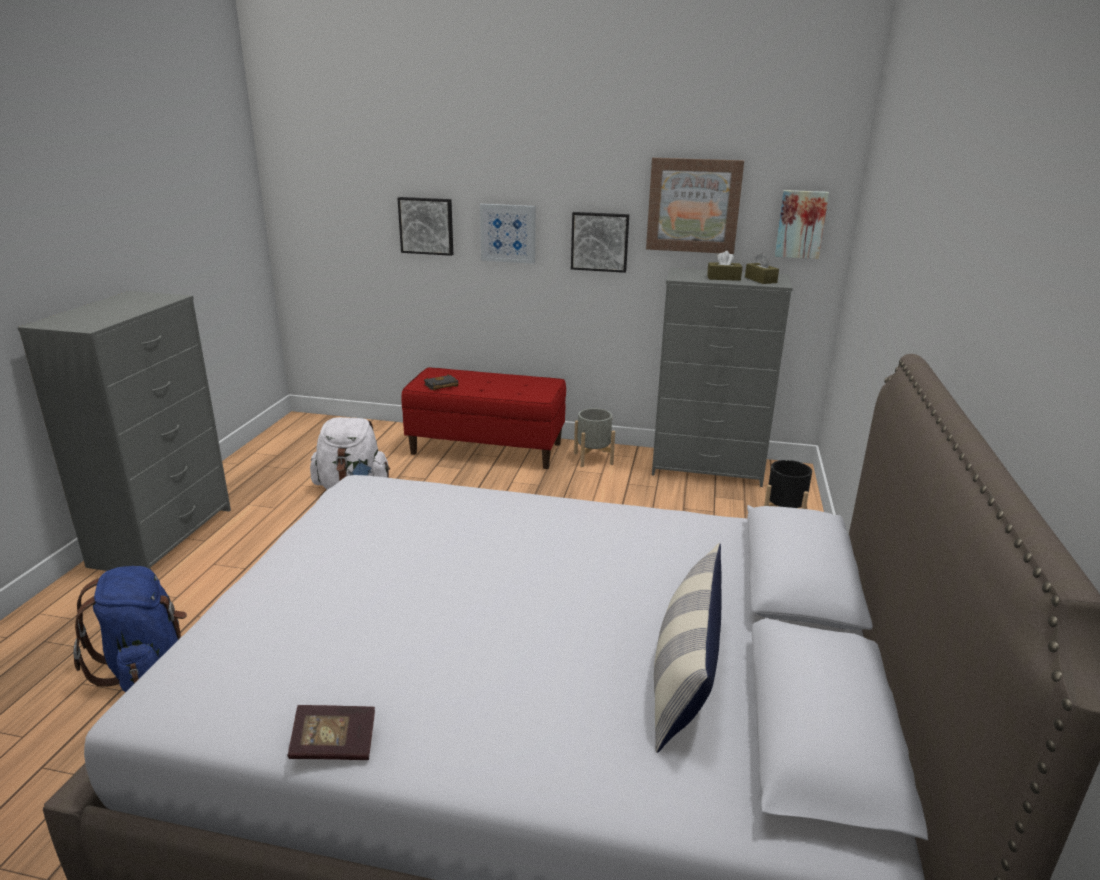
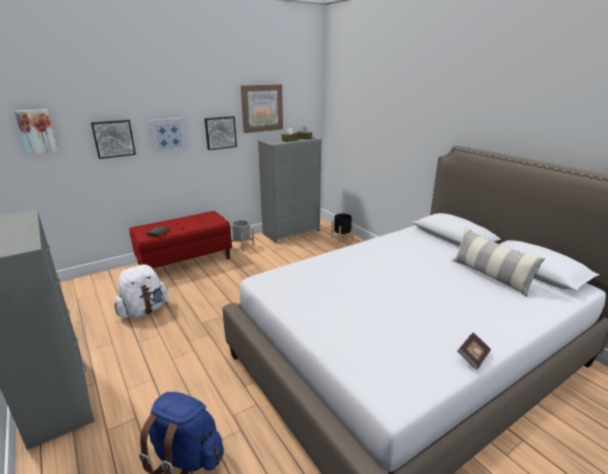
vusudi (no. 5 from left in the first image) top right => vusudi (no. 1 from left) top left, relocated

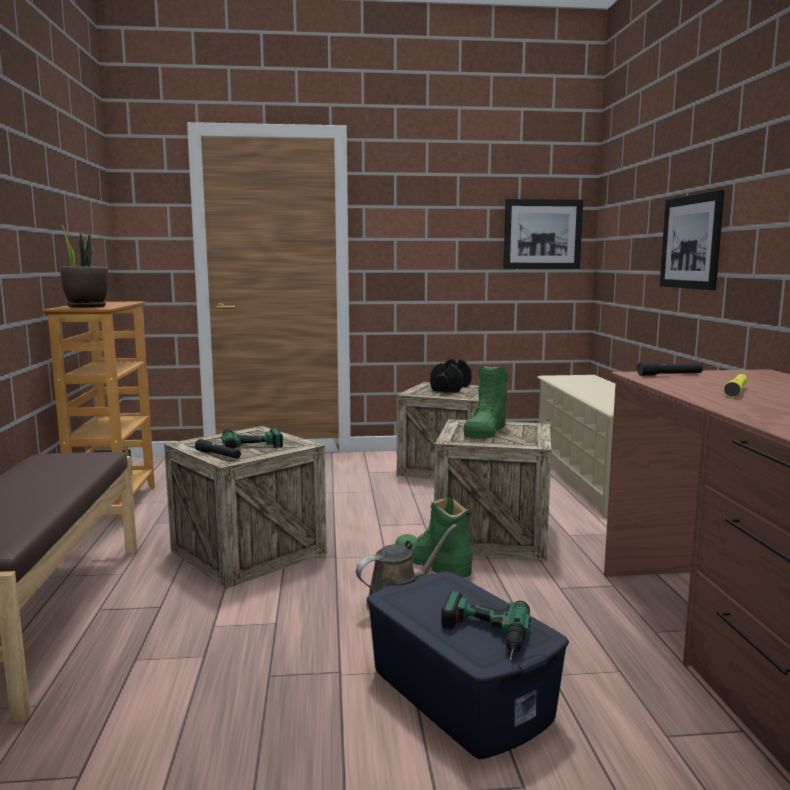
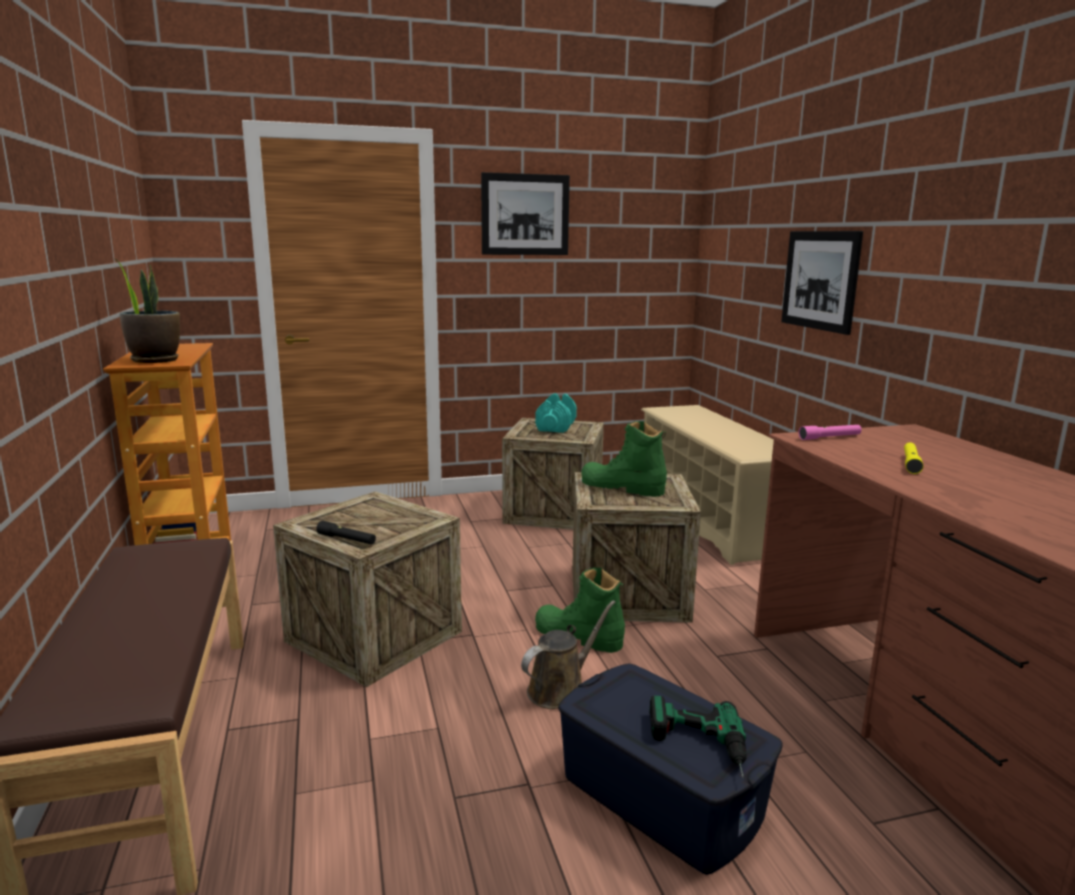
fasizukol (no. 1 from left) middle left => nothing
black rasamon centre => turquoise rasamon centre
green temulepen (no. 2 from left) centre, 105 degrees clockwise
vusudi (no. 1 from left) top right => vusudi (no. 1 from left) top centre, relocated
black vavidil (no. 2 from left) middle right => pink vavidil middle right

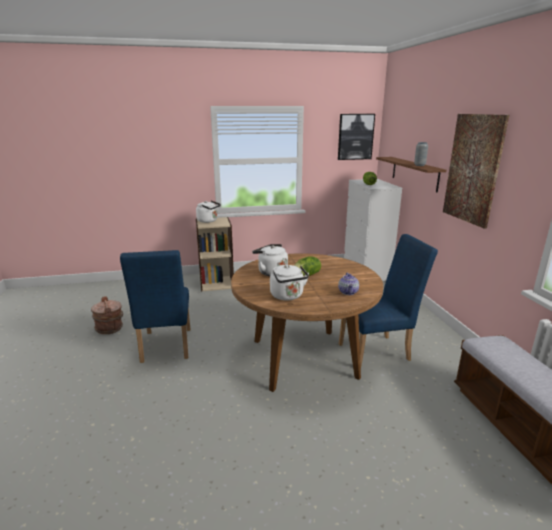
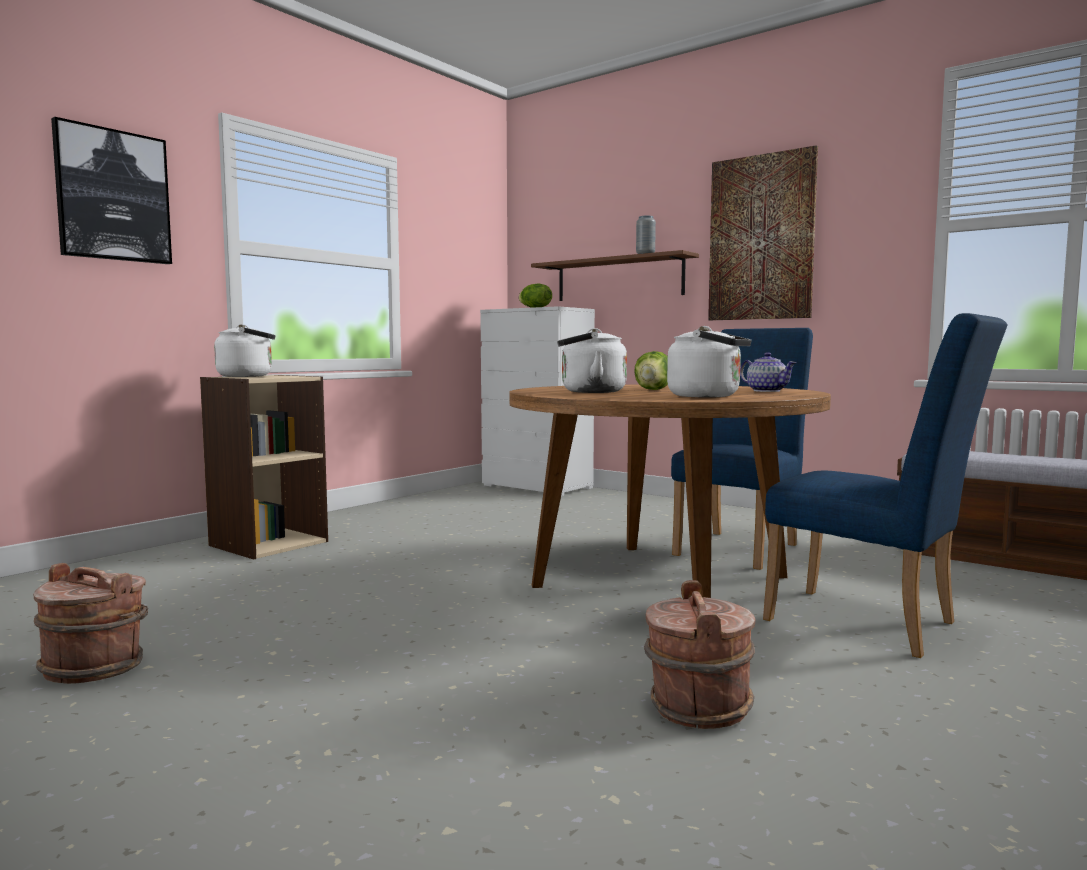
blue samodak (no. 1 from left in the first image) middle left => blue samodak (no. 2 from left) middle right, relocated
vusudi (no. 1 from left) top centre => vusudi (no. 1 from left) top left, relocated
nothing => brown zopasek (no. 2 from left) bottom centre

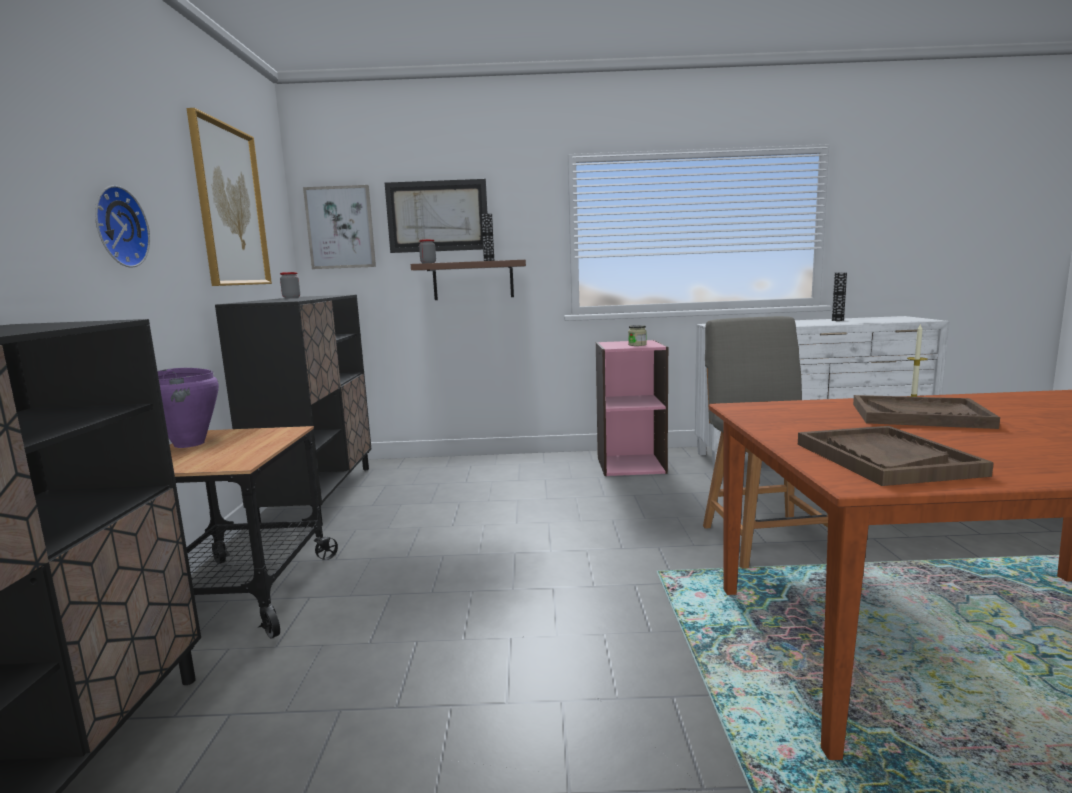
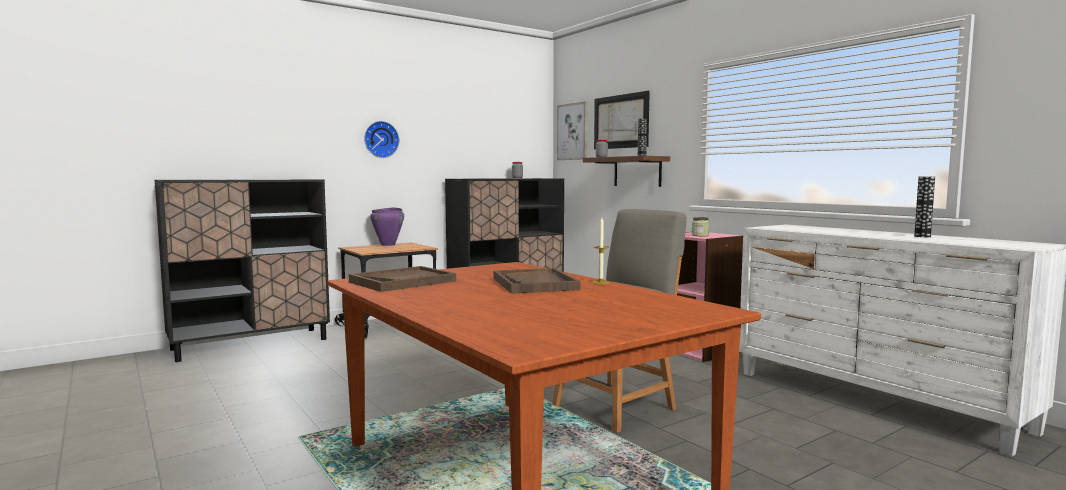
vusudi (no. 1 from left) top left => nothing

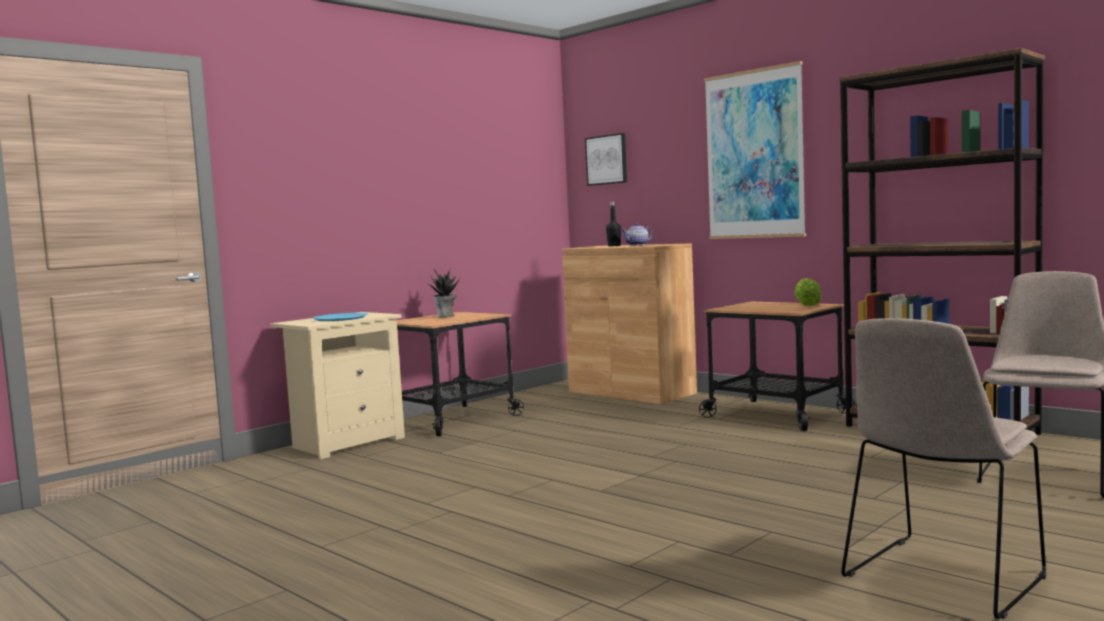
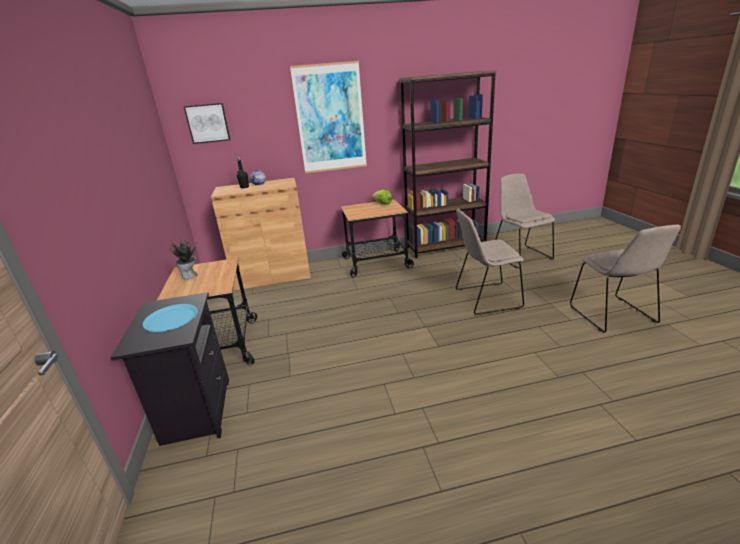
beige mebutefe middle left => black mebutefe bottom left
nothing => beige samodak (no. 1 from left) centre

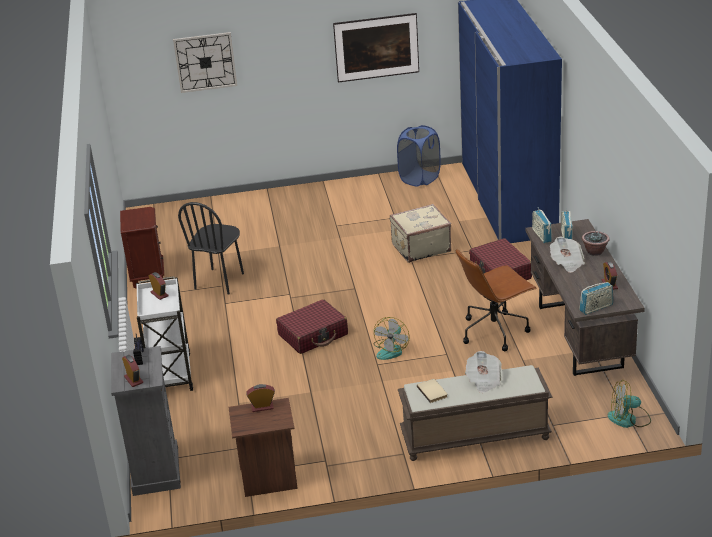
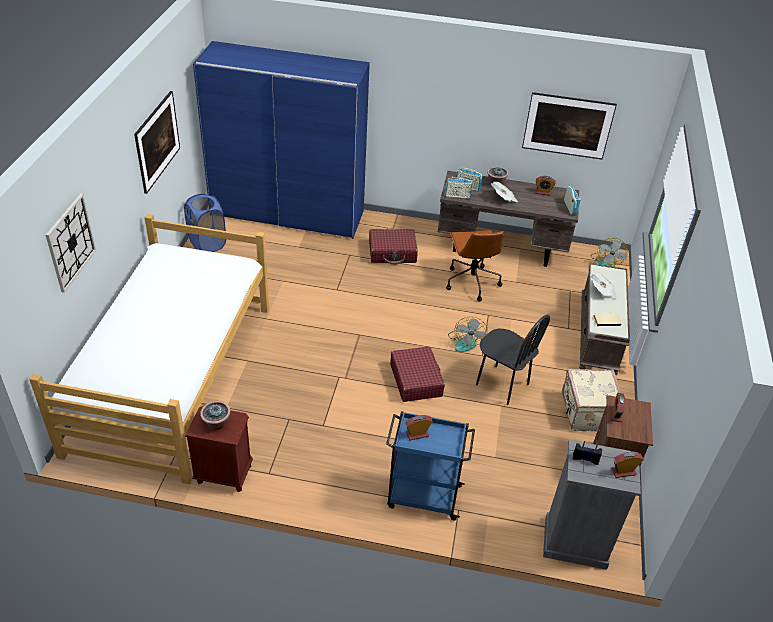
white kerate middle left => blue kerate bottom centre
black samodak middle left => black samodak centre, relocated
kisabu (no. 1 from left) centre, 60 degrees clockwise
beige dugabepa centre => beige dugabepa middle right, relocated
nothing => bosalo middle left
nothing => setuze (no. 1 from left) bottom left
nothing => vusudi (no. 2 from left) top right

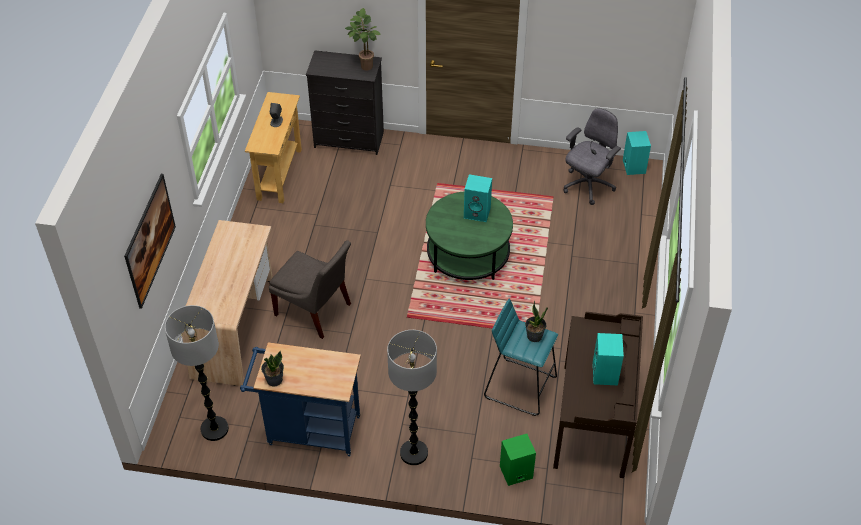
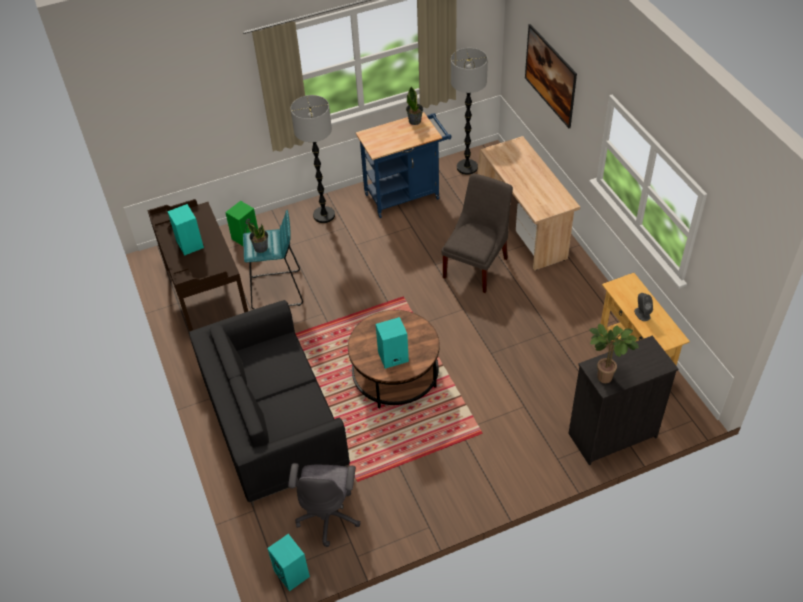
grey samodak centre, 120 degrees clockwise
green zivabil centre => brown zivabil centre
nothing => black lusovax bottom centre

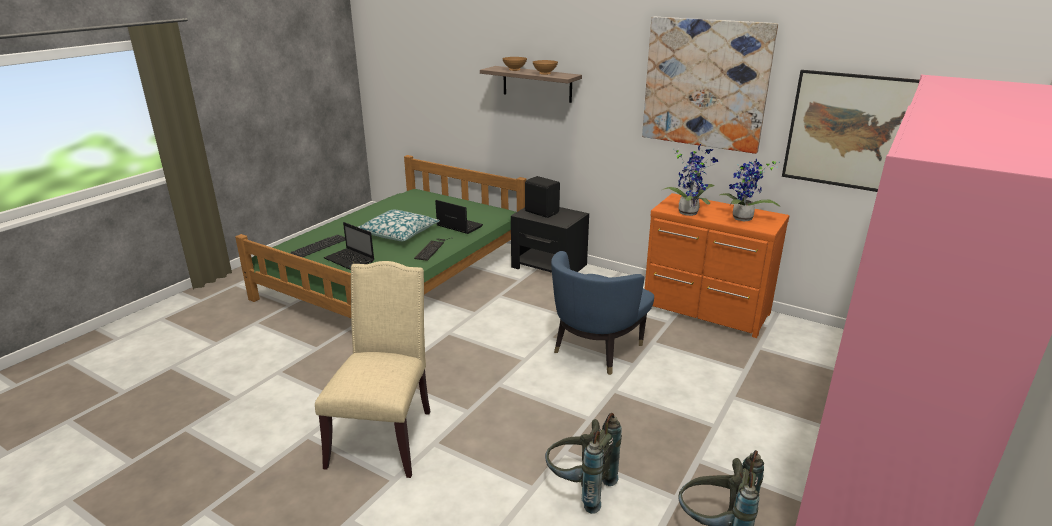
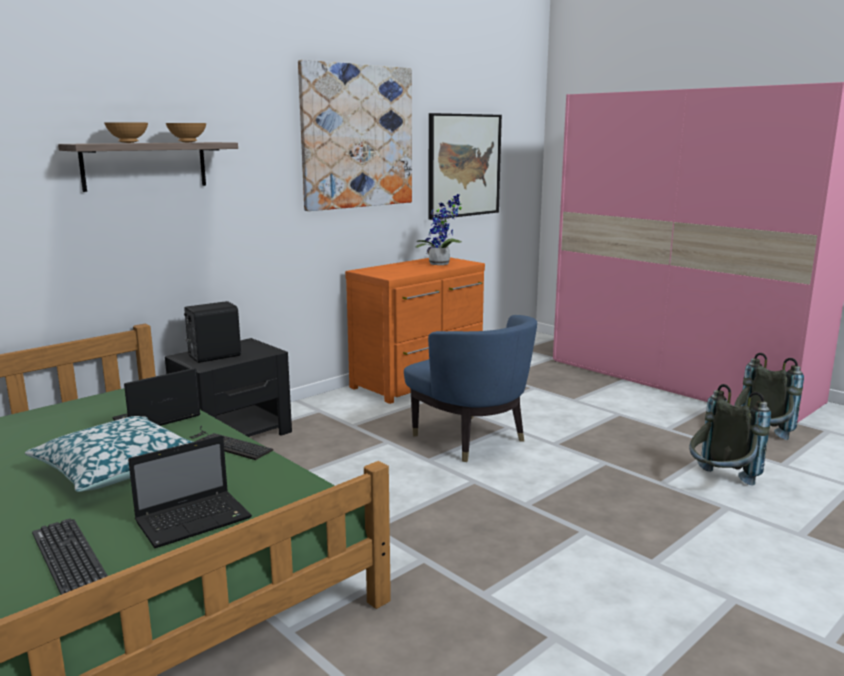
beige samodak bottom centre => nothing
setuze (no. 1 from left) centre => nothing

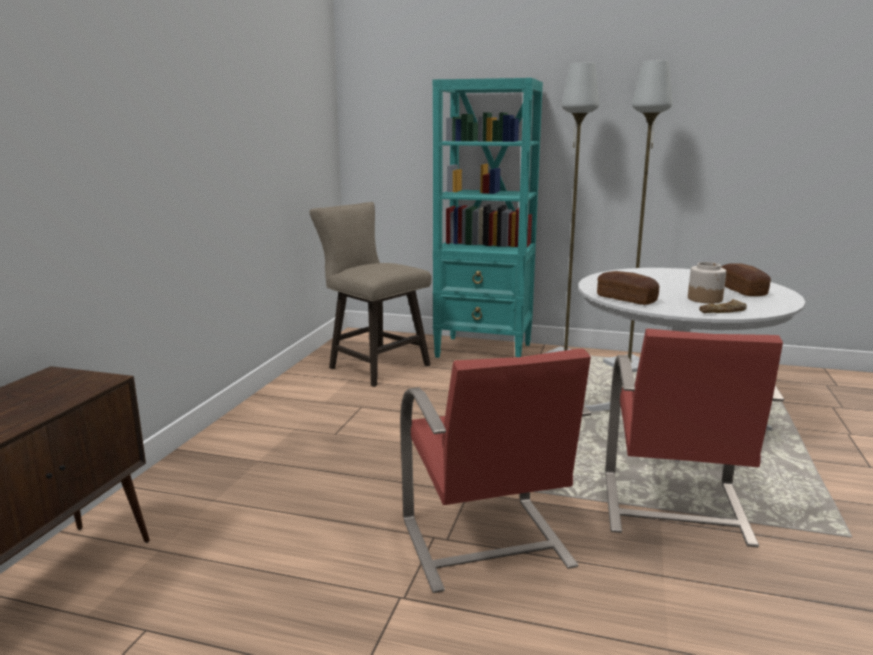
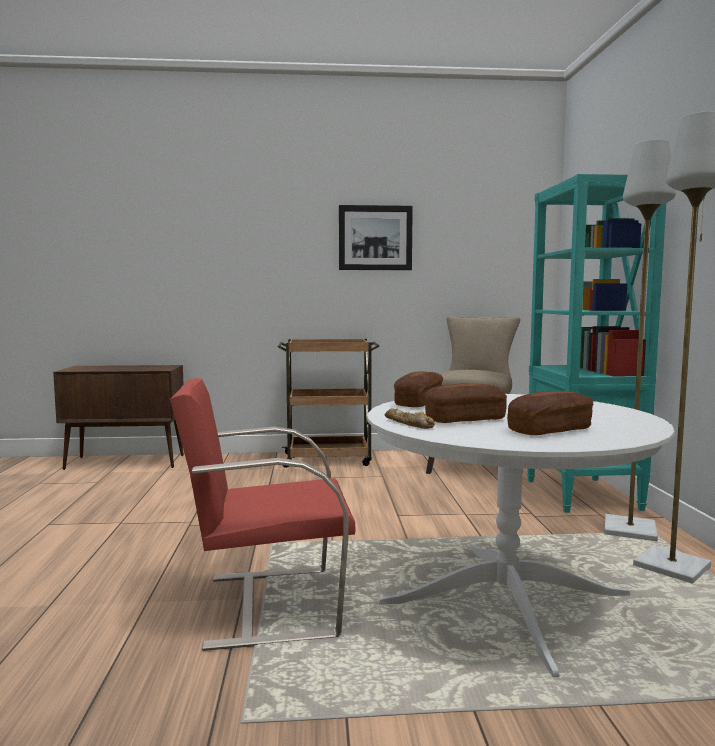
red samodak (no. 1 from left) bottom centre => nothing
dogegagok middle right => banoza (no. 3 from left) centre
nothing => brown kerate centre
nothing => vusudi top centre

